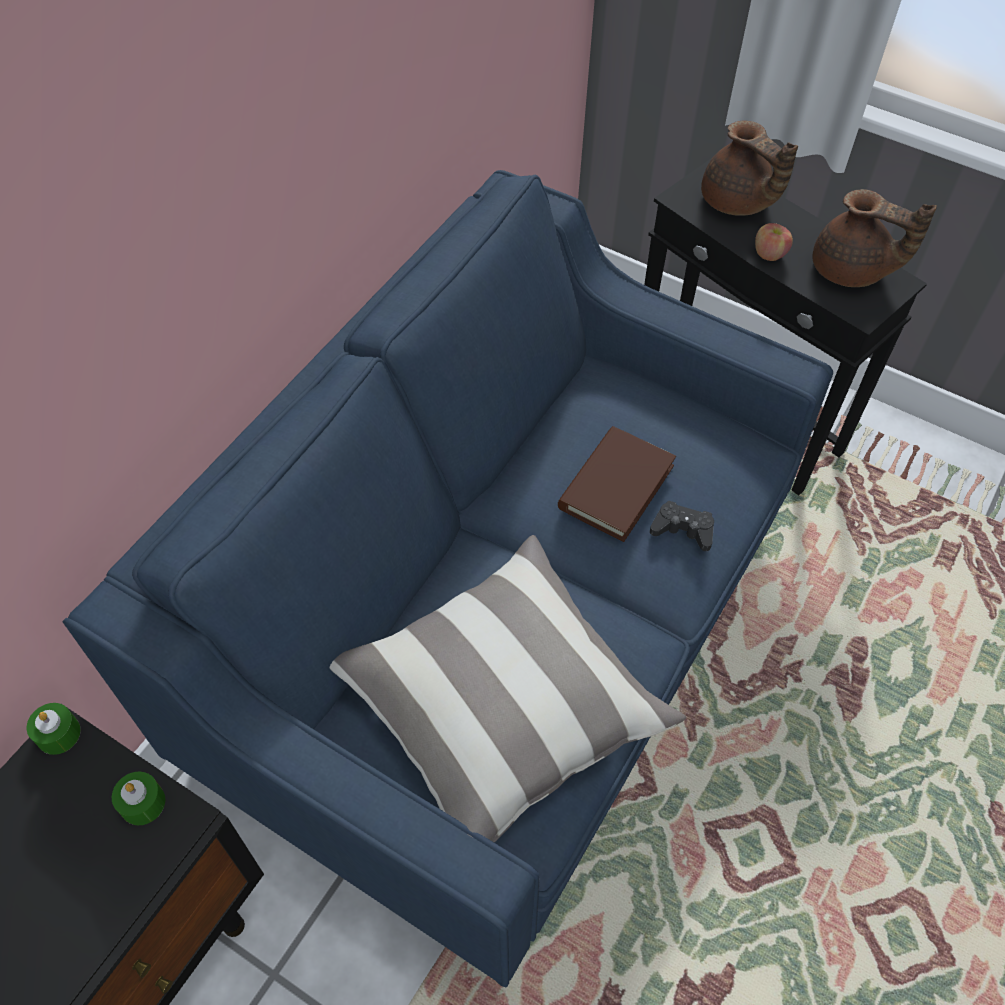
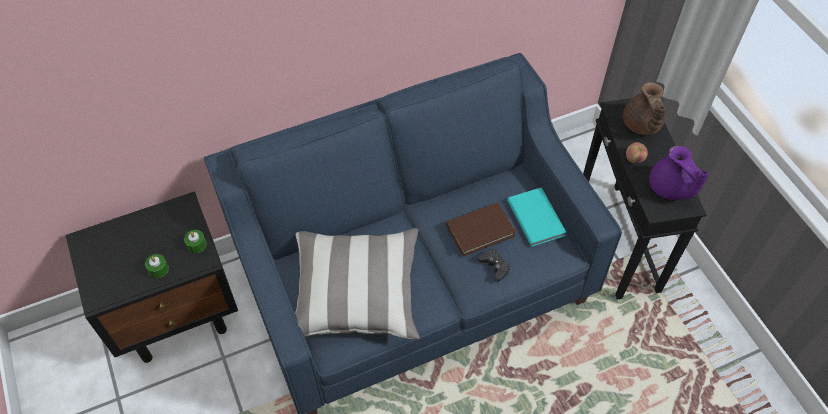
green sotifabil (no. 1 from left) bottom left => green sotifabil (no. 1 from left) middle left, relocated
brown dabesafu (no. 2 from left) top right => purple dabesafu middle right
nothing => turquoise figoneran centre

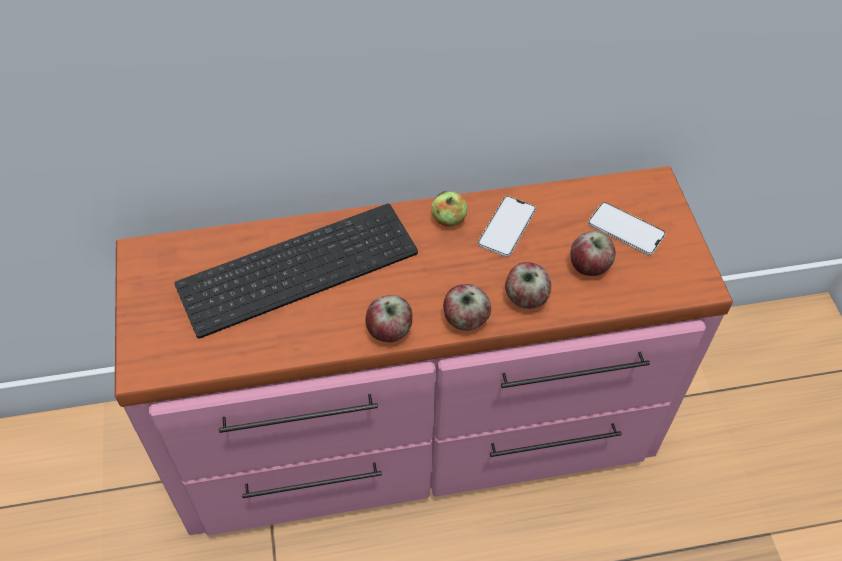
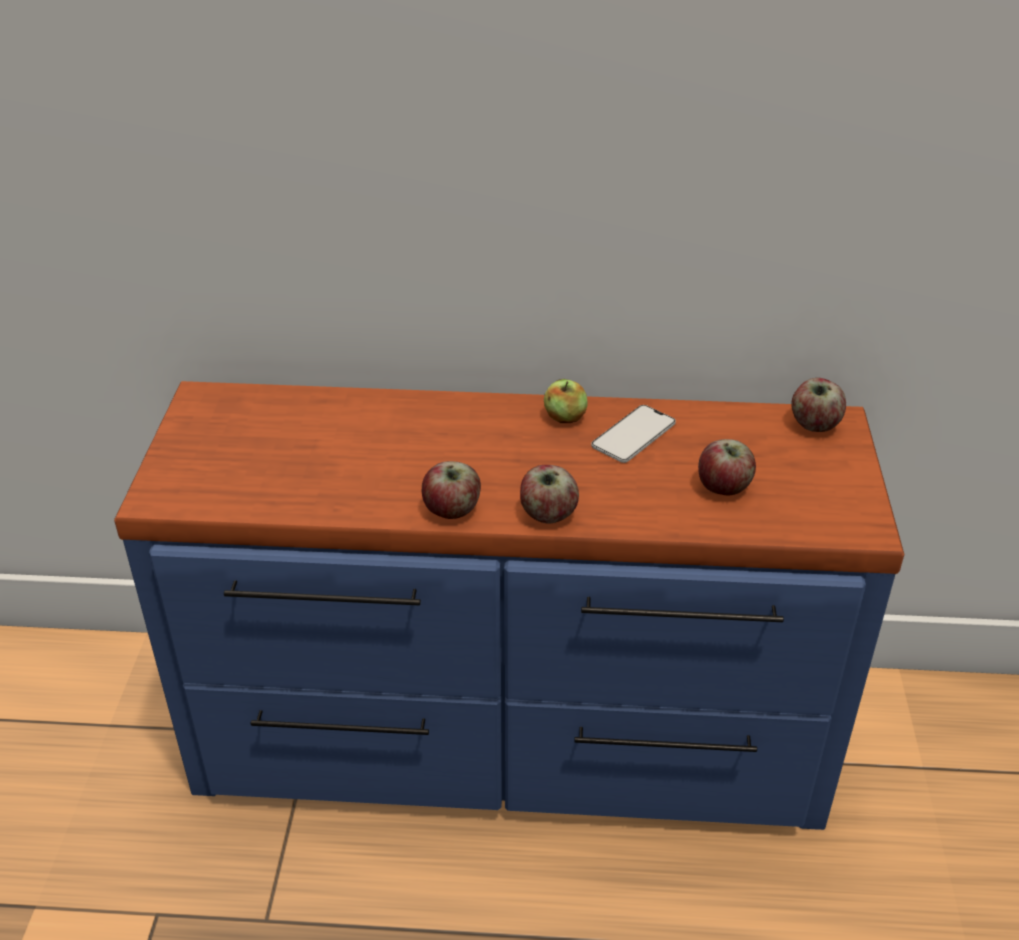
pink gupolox centre => blue gupolox centre
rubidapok centre => nothing
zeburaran (no. 4 from left in the first image) centre => zeburaran (no. 5 from left) middle right, relocated
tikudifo (no. 2 from left) middle right => nothing

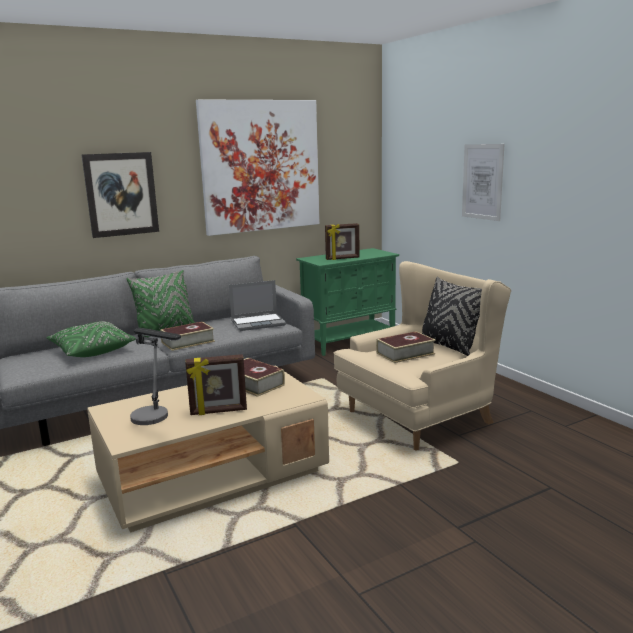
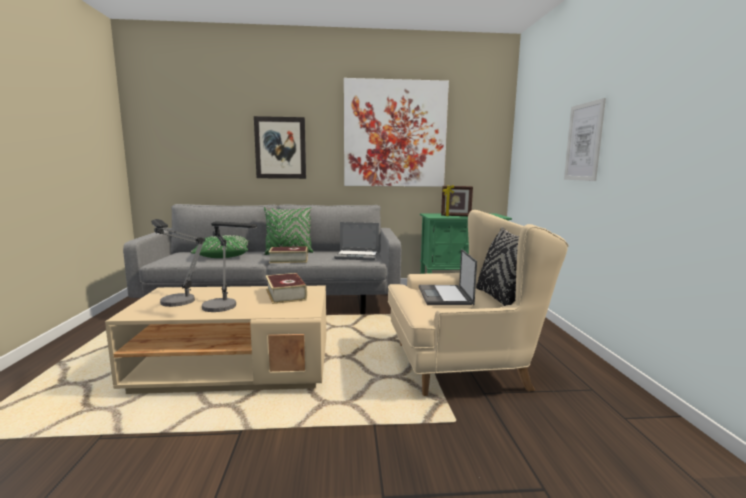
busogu (no. 1 from left) centre => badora (no. 2 from left) middle left
figoneran (no. 3 from left) centre => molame (no. 2 from left) centre

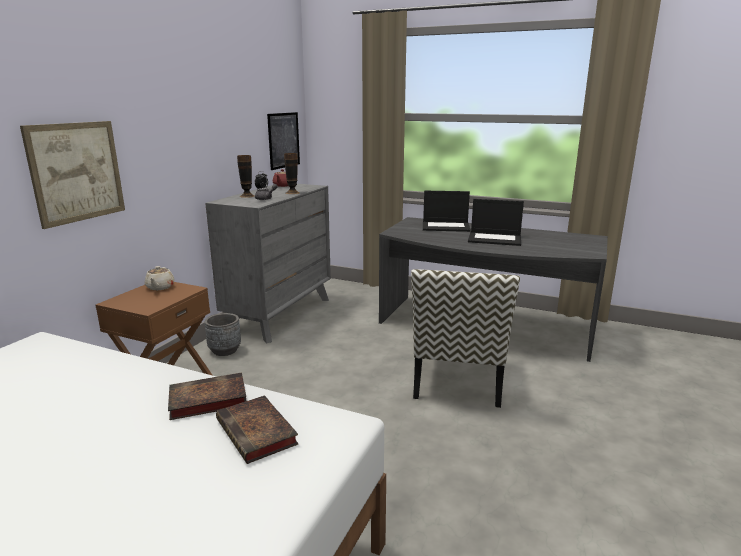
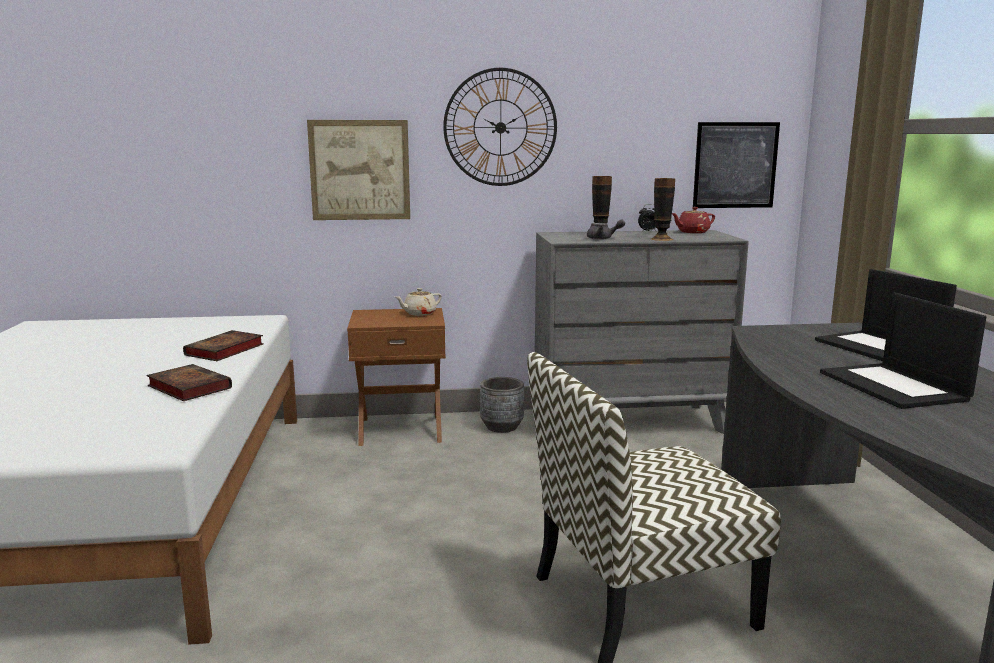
figoneran (no. 2 from left) bottom centre => figoneran (no. 2 from left) middle left, relocated
nothing => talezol top centre

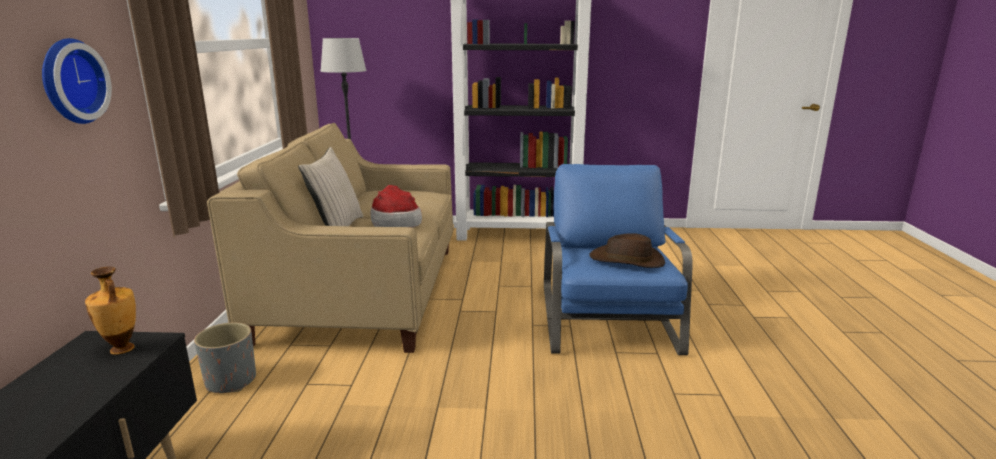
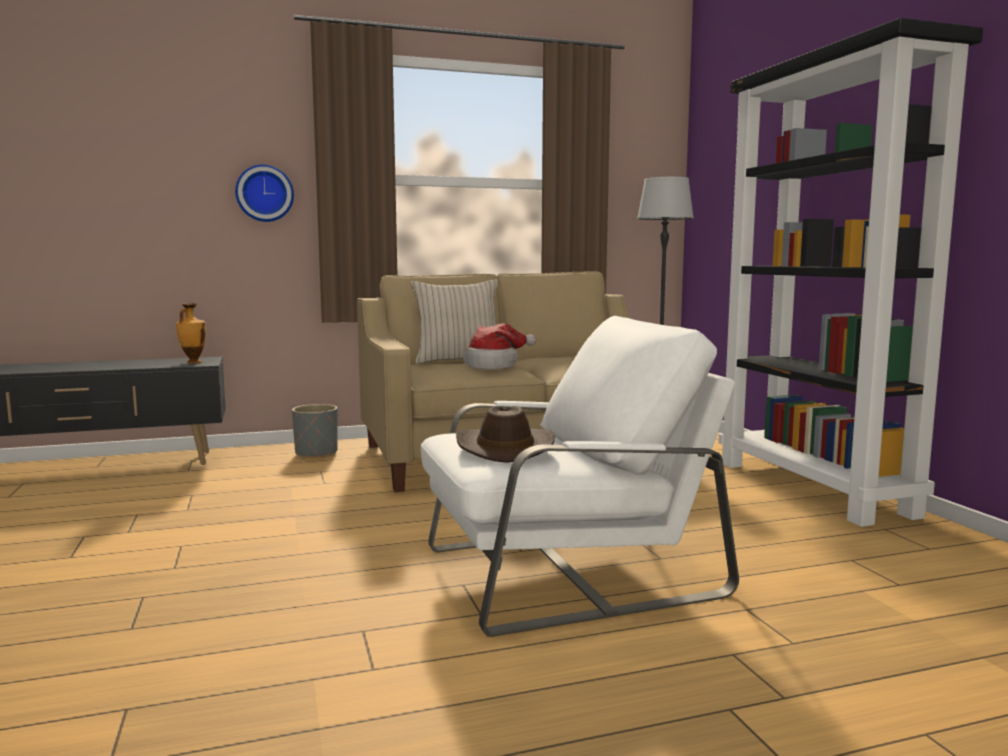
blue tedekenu centre => white tedekenu centre

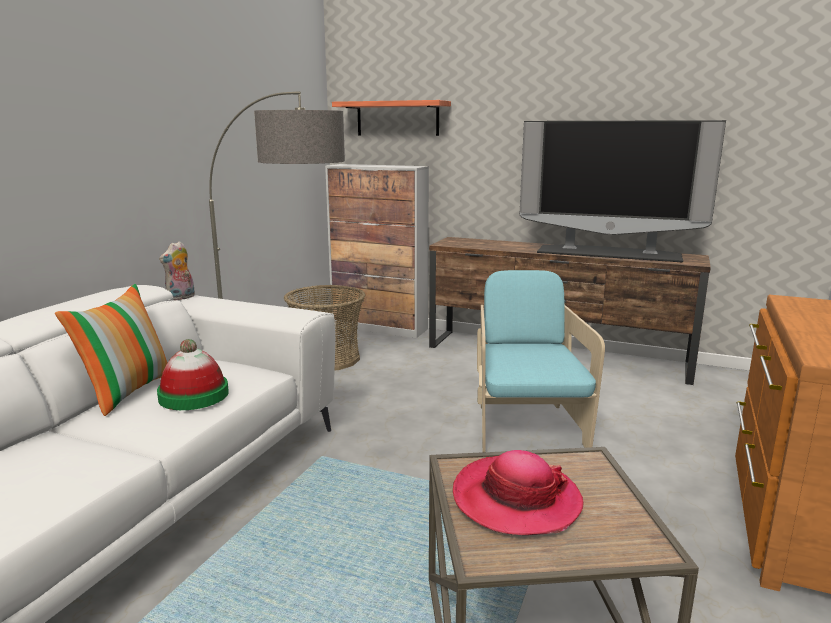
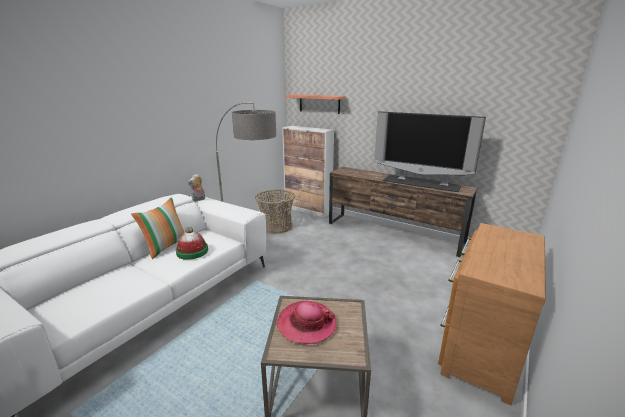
turquoise tedekenu centre => nothing

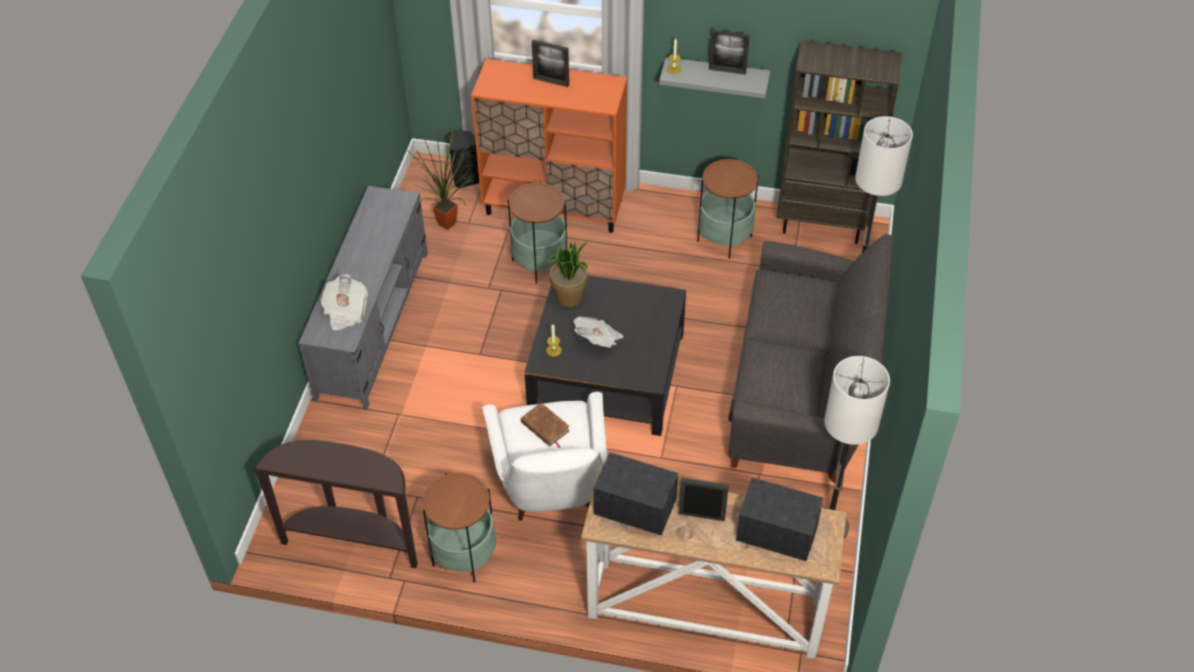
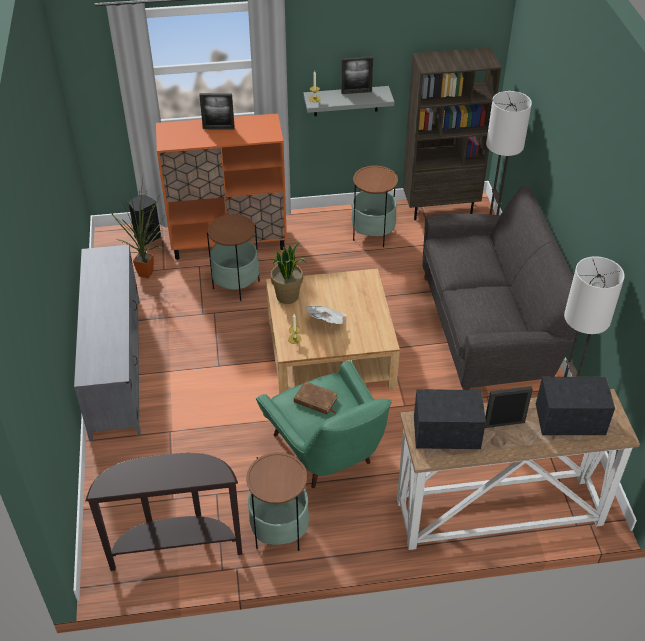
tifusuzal (no. 1 from left) middle left => nothing
white tedekenu bottom centre => green tedekenu centre
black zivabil centre => beige zivabil centre

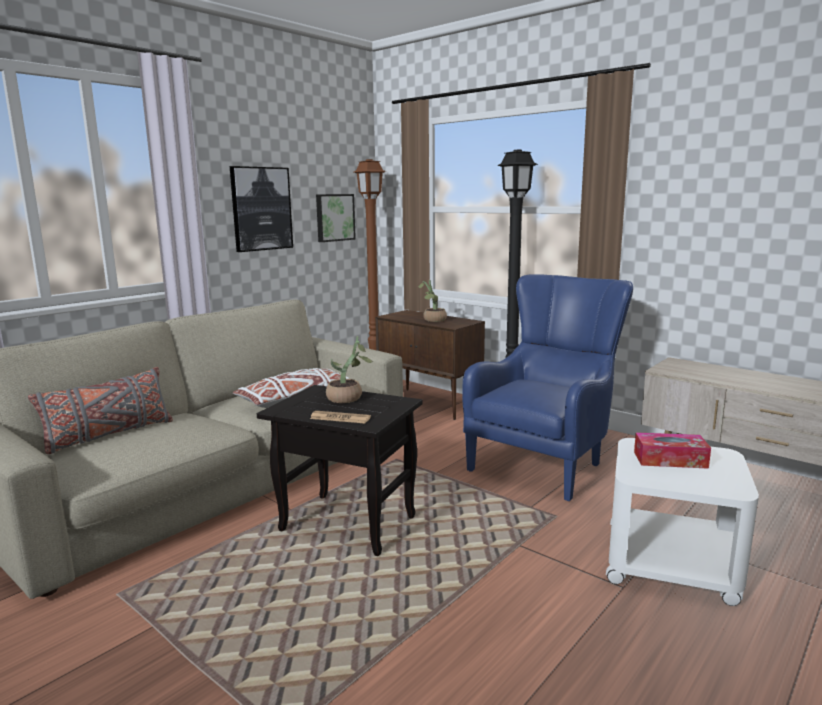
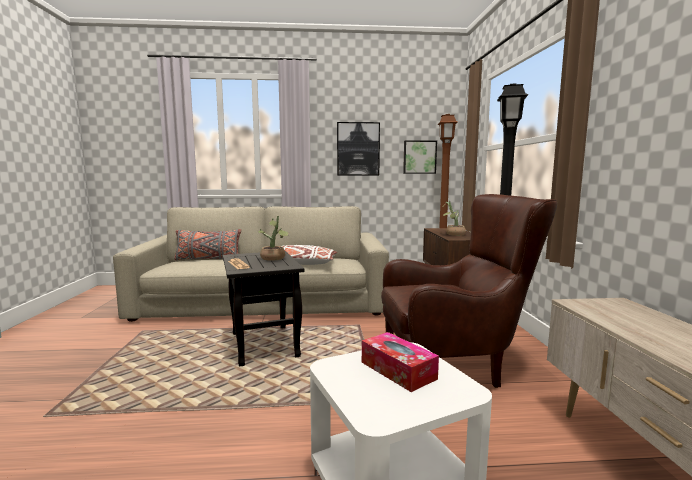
blue tedekenu centre => brown tedekenu middle right

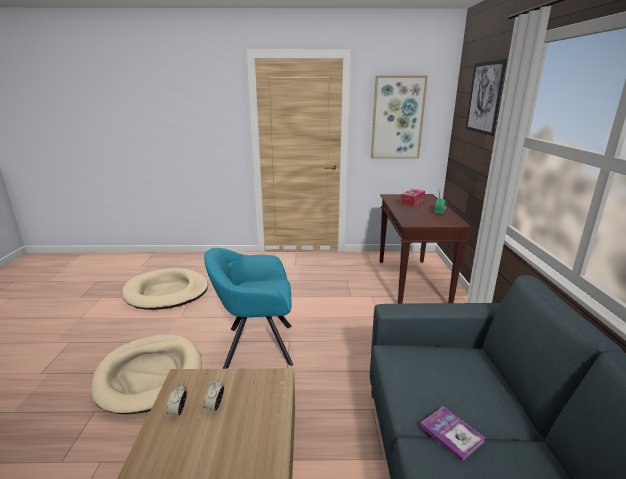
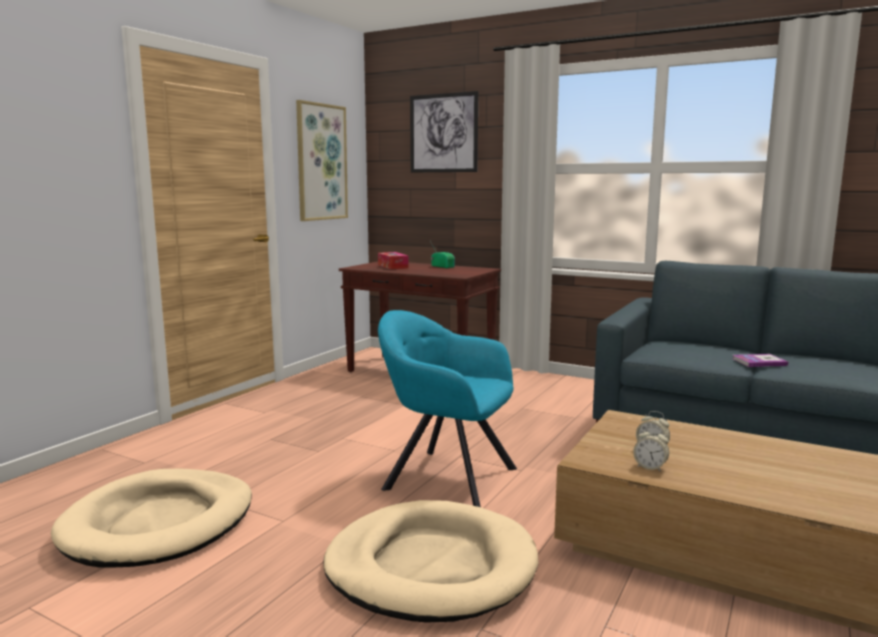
turquoise tedekenu centre, 90 degrees clockwise

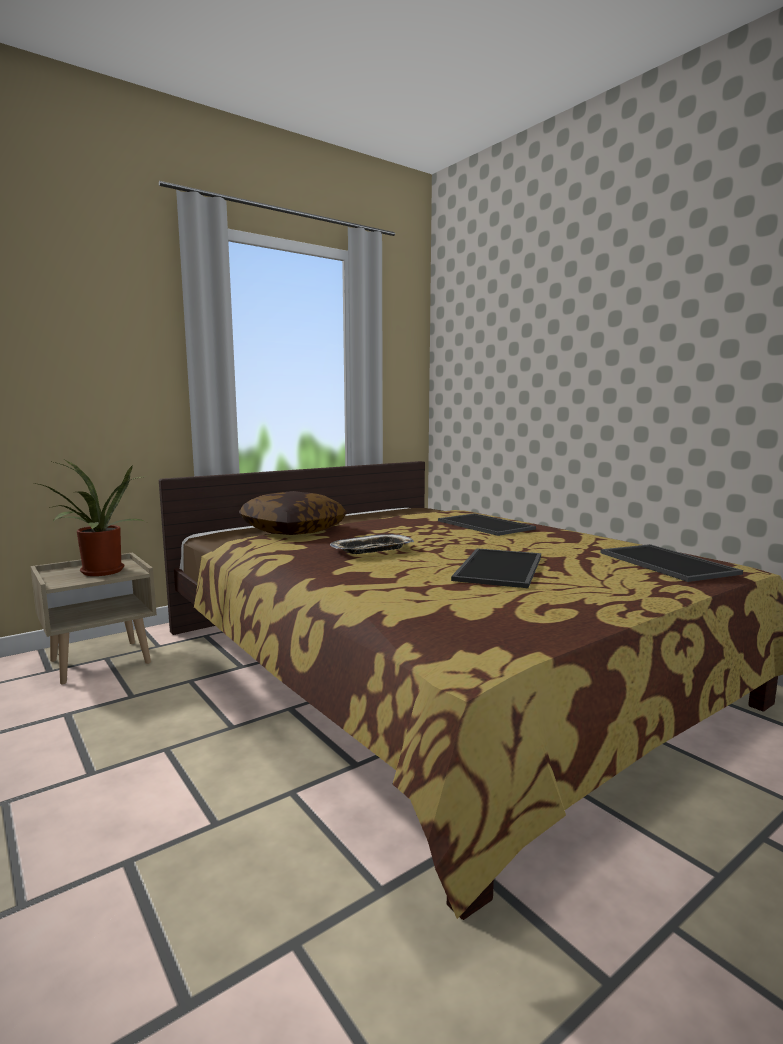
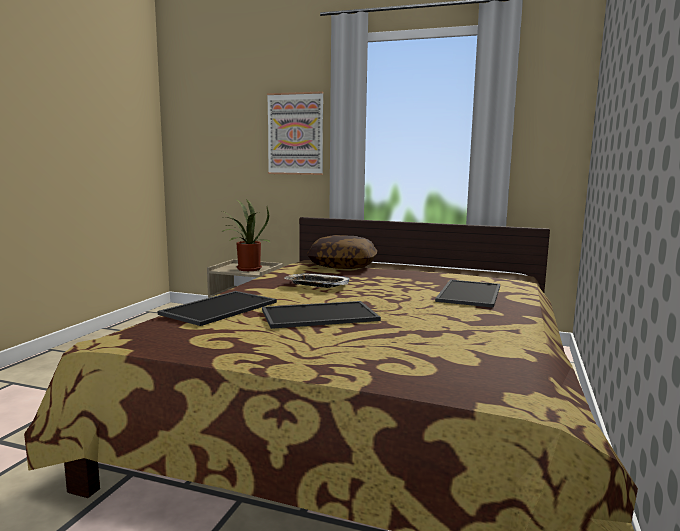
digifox (no. 4 from left in the first image) middle right => digifox (no. 1 from left) middle left, relocated
nothing => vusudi top centre

